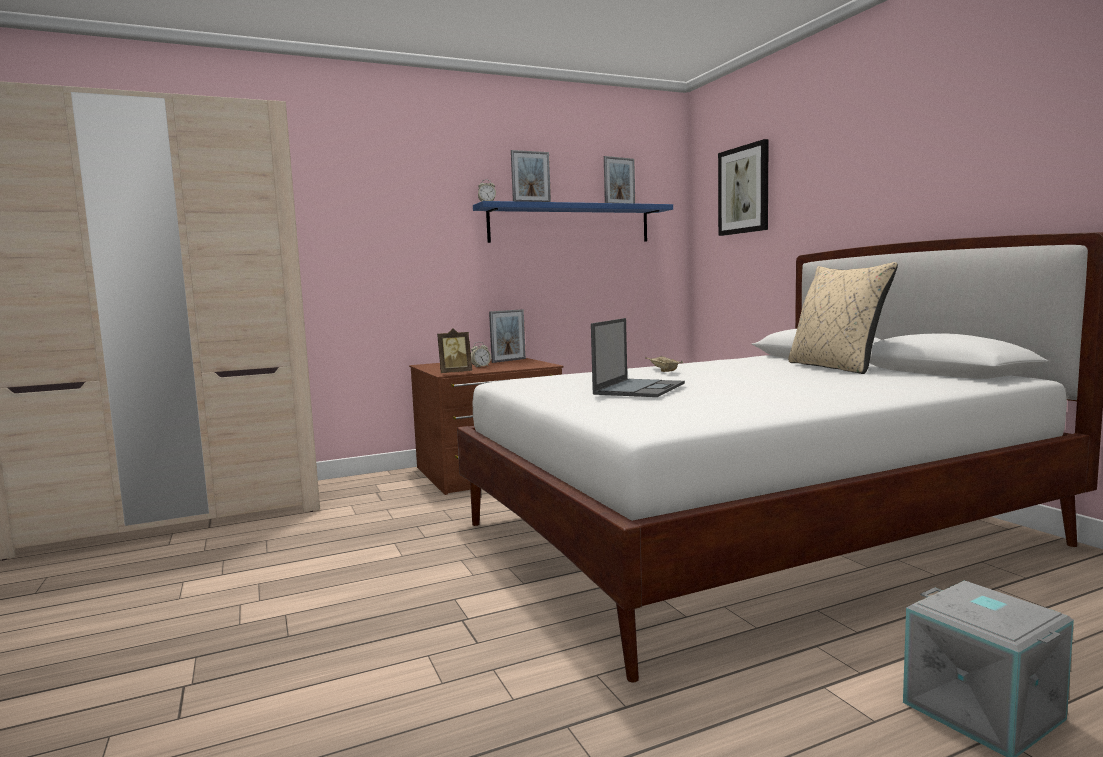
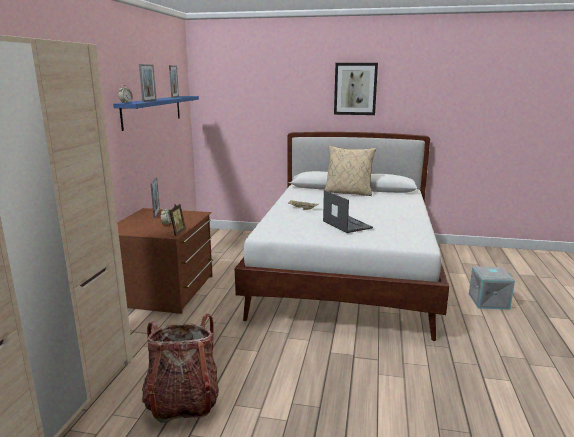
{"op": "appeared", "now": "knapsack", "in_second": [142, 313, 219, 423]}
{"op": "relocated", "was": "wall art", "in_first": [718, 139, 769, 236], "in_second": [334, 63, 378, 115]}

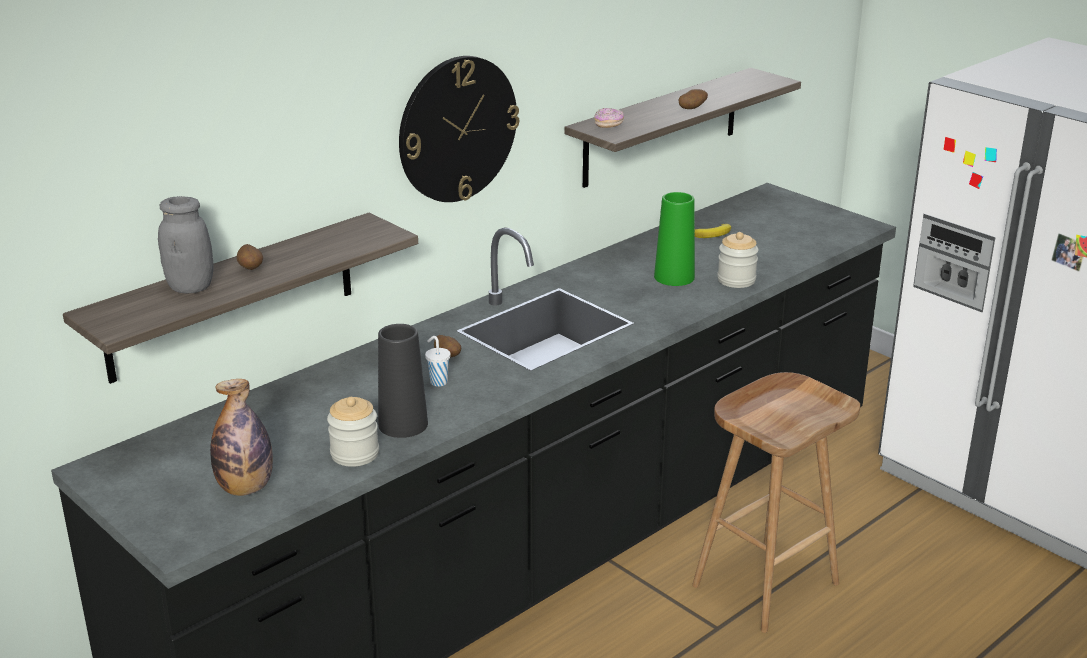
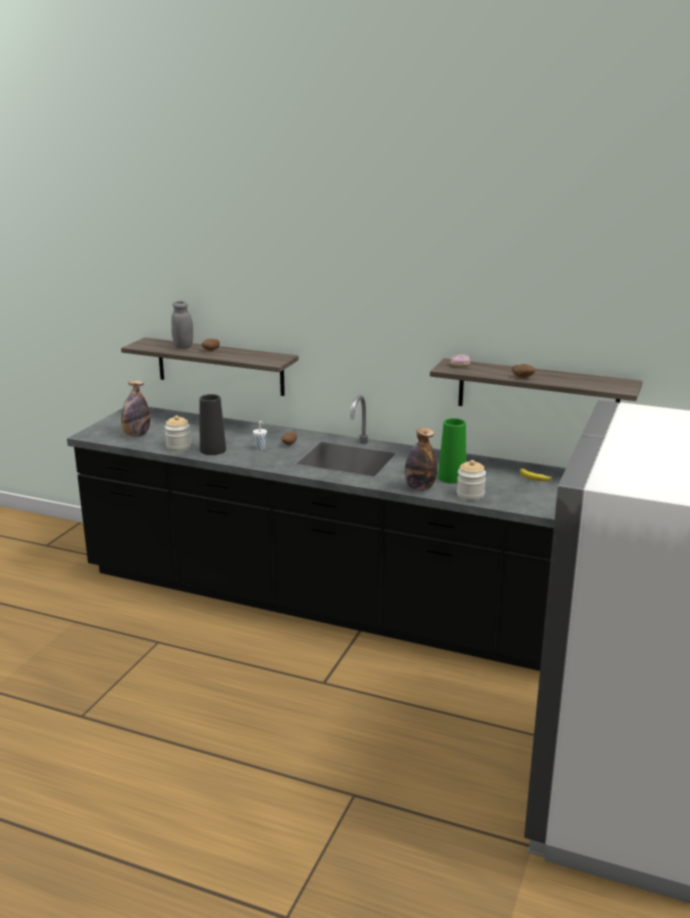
{"op": "missing", "was": "clock on the wall", "in_first": [399, 56, 519, 202]}
{"op": "missing", "was": "brown-coloured sitting stool", "in_first": [692, 372, 860, 633]}
{"op": "appeared", "now": "beverage bottle", "in_second": [405, 428, 437, 491]}

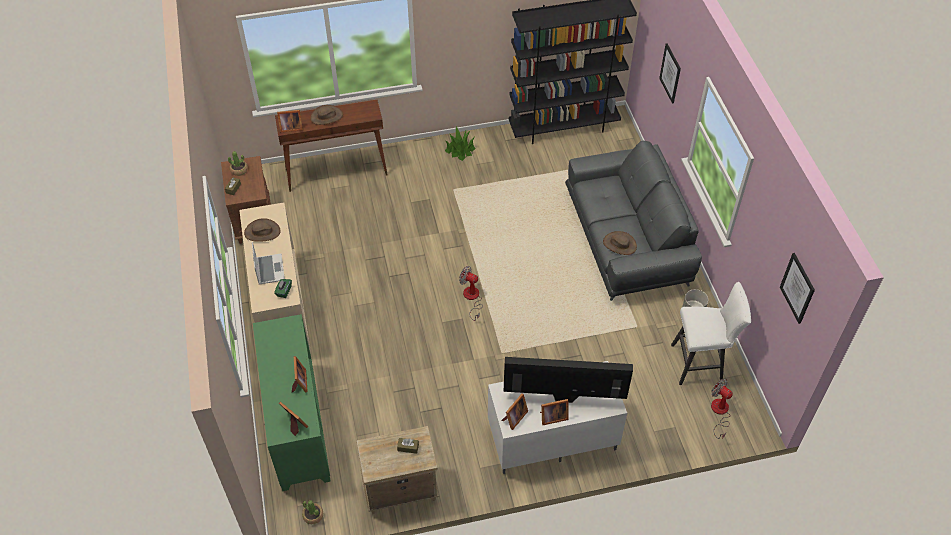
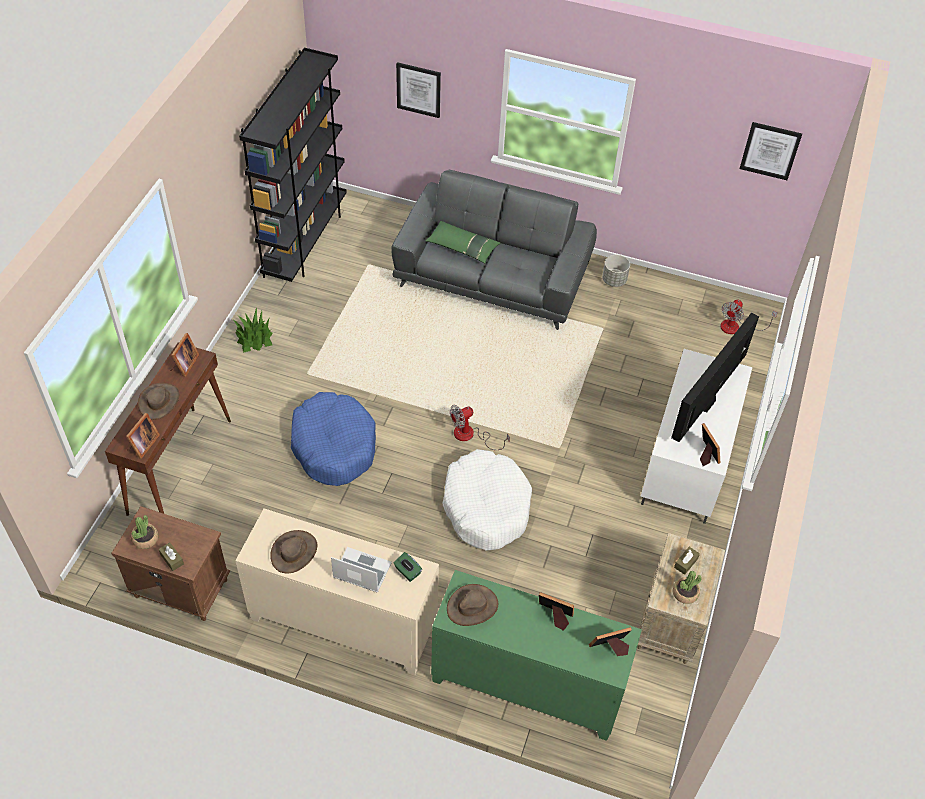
{"op": "missing", "was": "white sitting stool", "in_first": [671, 282, 751, 385]}
{"op": "appeared", "now": "blue pet bed", "in_second": [291, 392, 376, 486]}
{"op": "appeared", "now": "greenish throw pillow", "in_second": [425, 221, 500, 263]}
{"op": "appeared", "now": "white pet bed", "in_second": [442, 449, 532, 550]}
{"op": "relocated", "was": "houseplant", "in_first": [302, 500, 323, 524], "in_second": [673, 571, 702, 604]}
{"op": "relocated", "was": "picture frame", "in_first": [540, 399, 569, 425], "in_second": [171, 333, 199, 377]}
{"op": "relocated", "was": "brown-coloured hat", "in_first": [603, 231, 637, 255], "in_second": [447, 584, 498, 626]}
{"op": "spun", "was": "fan", "in_first": [711, 379, 733, 439], "in_second": [720, 300, 777, 334], "clockwise": -45}

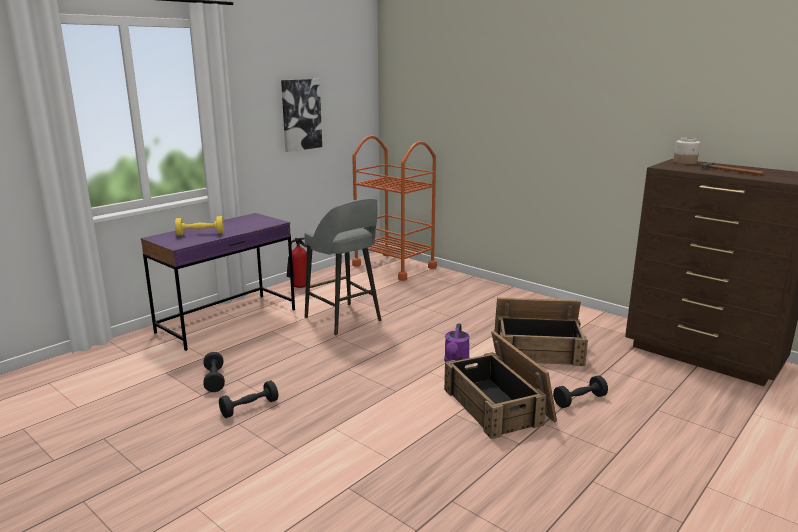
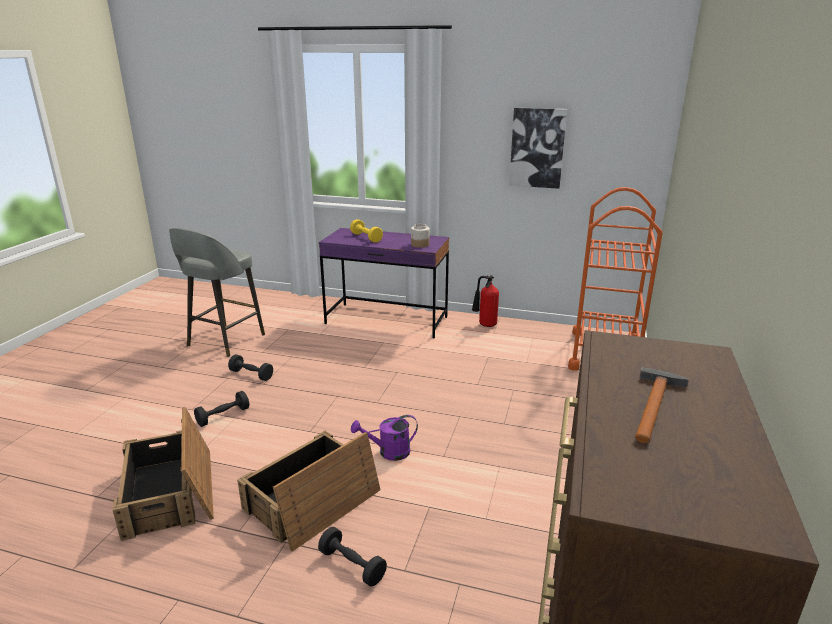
{"op": "relocated", "was": "black-coloured dumbbell", "in_first": [203, 352, 225, 392], "in_second": [194, 391, 249, 427]}
{"op": "relocated", "was": "greyish sitting stool", "in_first": [304, 198, 382, 336], "in_second": [169, 228, 265, 357]}
{"op": "relocated", "was": "packing crate", "in_first": [495, 297, 588, 366], "in_second": [113, 407, 214, 541]}
{"op": "relocated", "was": "preserve jar", "in_first": [673, 137, 700, 164], "in_second": [411, 224, 430, 248]}

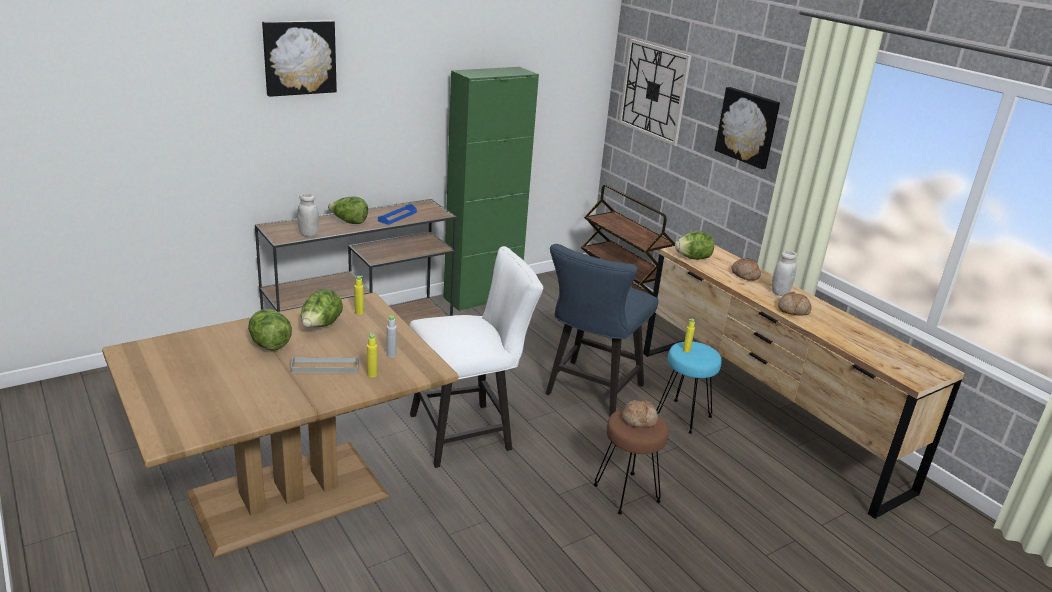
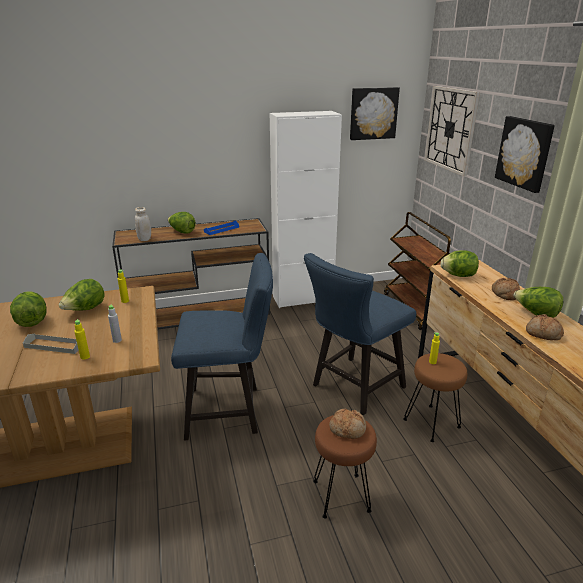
{"op": "relocated", "was": "wall art", "in_first": [262, 20, 337, 97], "in_second": [350, 87, 400, 140]}
{"op": "exchanged", "was": "white preserve jar", "now": "lettuce", "in_first": [772, 251, 797, 296], "in_second": [514, 287, 563, 318]}
{"op": "colour", "was": "white plain chair", "now": "blue plain chair", "in_first": [409, 246, 543, 468], "in_second": [171, 253, 273, 441]}
{"op": "colour", "was": "greenish cabinet", "now": "white cabinet", "in_first": [443, 67, 539, 311], "in_second": [270, 111, 342, 308]}
{"op": "colour", "was": "turquoise sitting stool", "now": "brown-coloured sitting stool", "in_first": [656, 342, 722, 434], "in_second": [403, 353, 467, 442]}

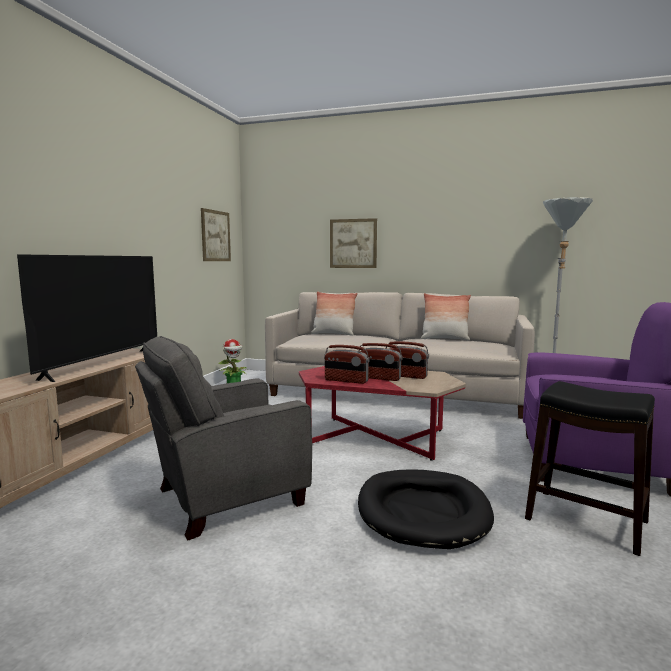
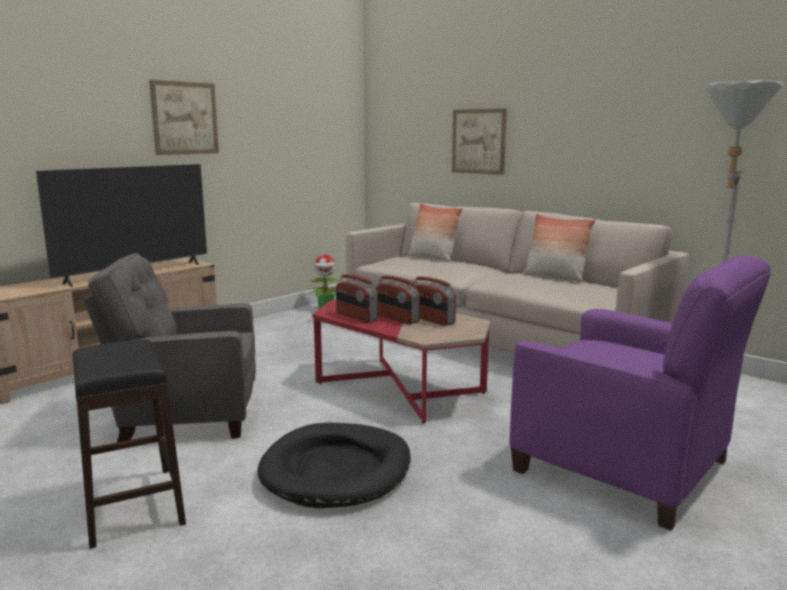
{"op": "relocated", "was": "wall art", "in_first": [201, 208, 231, 261], "in_second": [149, 80, 219, 155]}
{"op": "relocated", "was": "black-coloured sitting stool", "in_first": [525, 381, 655, 556], "in_second": [73, 340, 186, 549]}

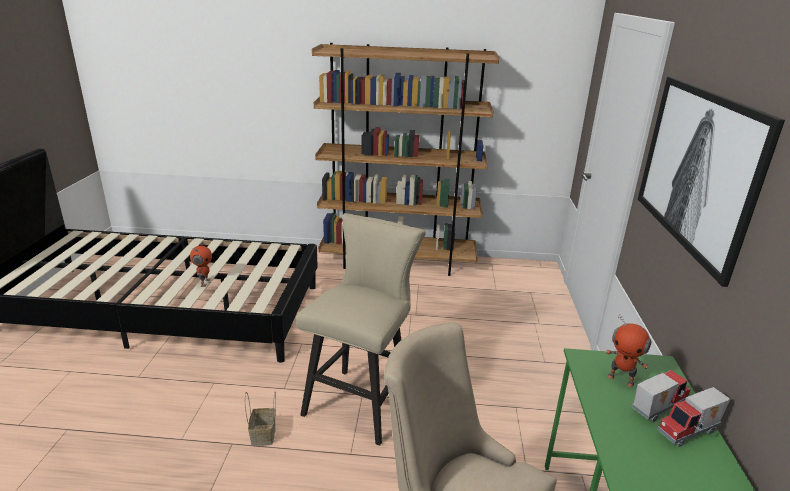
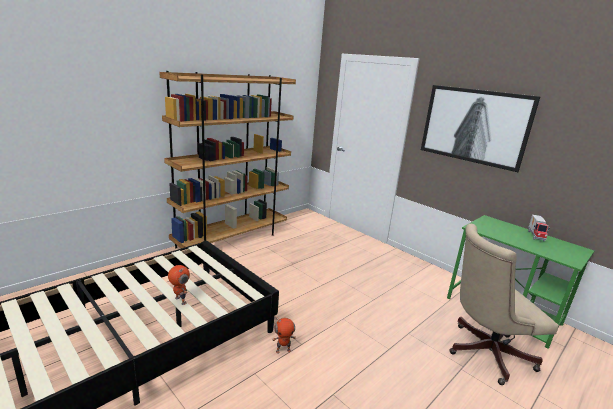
{"op": "missing", "was": "household basket", "in_first": [245, 392, 276, 446]}
{"op": "missing", "was": "beige sitting stool", "in_first": [296, 213, 426, 446]}
{"op": "missing", "was": "toy lorry", "in_first": [632, 370, 691, 422]}
{"op": "relocated", "was": "toy robot", "in_first": [606, 314, 652, 387], "in_second": [272, 318, 296, 354]}

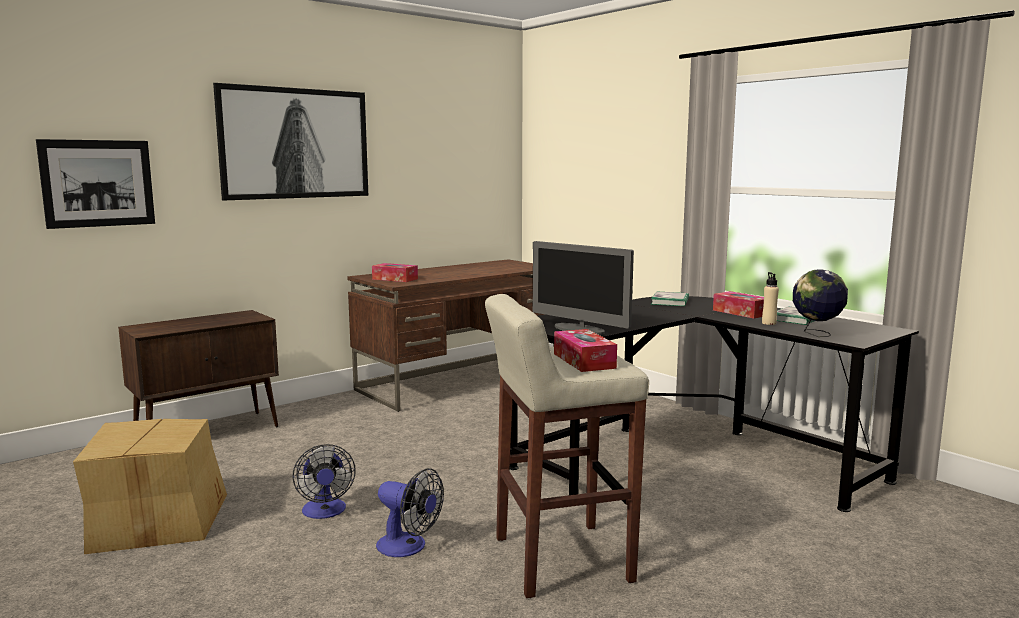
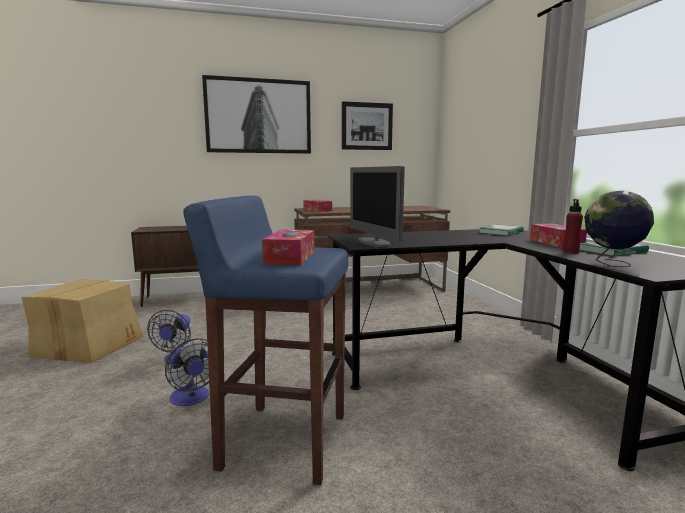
{"op": "relocated", "was": "wall art", "in_first": [36, 139, 155, 229], "in_second": [342, 101, 393, 150]}
{"op": "colour", "was": "beige sitting stool", "now": "blue sitting stool", "in_first": [485, 294, 649, 598], "in_second": [183, 195, 348, 485]}
{"op": "colour", "was": "beige beverage bottle", "now": "red beverage bottle", "in_first": [762, 272, 779, 325], "in_second": [563, 199, 583, 253]}

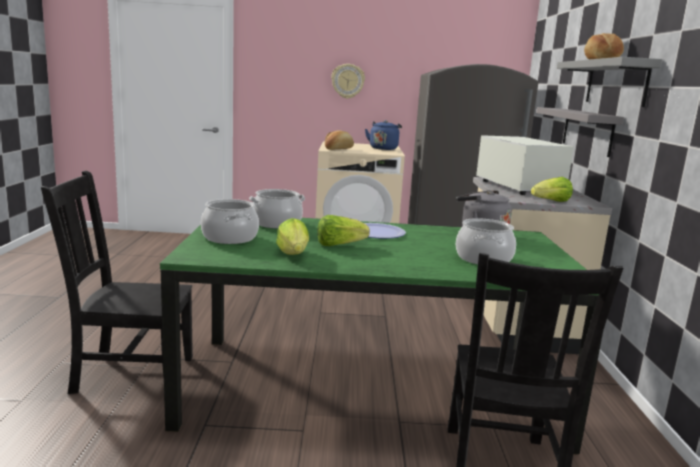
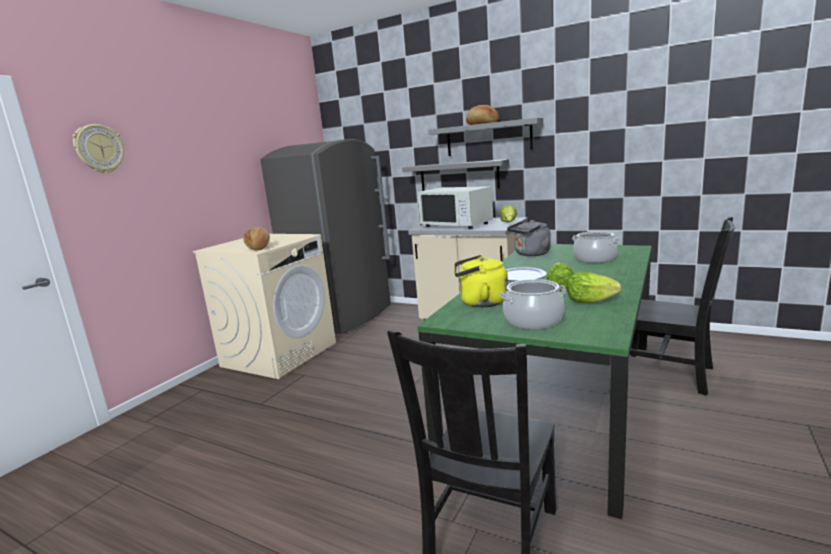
{"op": "missing", "was": "blue tea kettle", "in_first": [365, 120, 402, 150]}
{"op": "relocated", "was": "clock on the wall", "in_first": [331, 64, 365, 99], "in_second": [73, 124, 124, 173]}
{"op": "exchanged", "was": "saucepot", "now": "yellowish tea kettle", "in_first": [249, 189, 305, 229], "in_second": [454, 255, 508, 307]}
{"op": "spun", "was": "white kitchen microwave", "in_first": [476, 135, 574, 195], "in_second": [418, 186, 493, 229], "clockwise": -150}

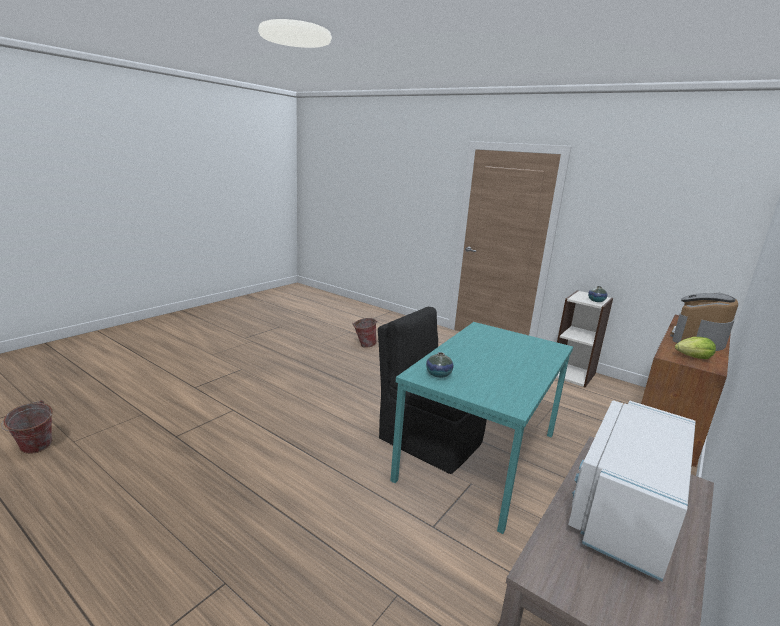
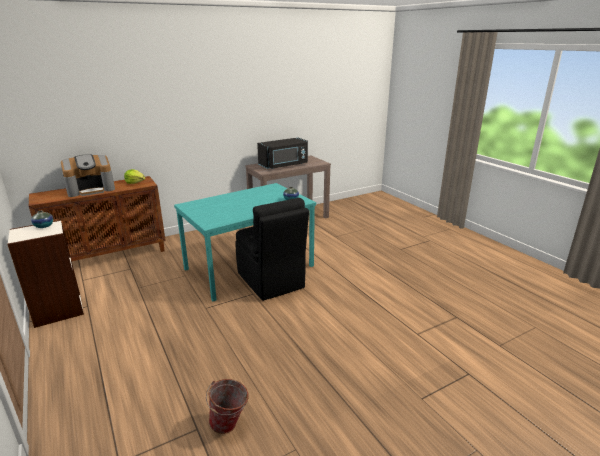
{"op": "missing", "was": "bucket", "in_first": [1, 400, 53, 454]}
{"op": "colour", "was": "white kitchen microwave", "now": "black-coloured kitchen microwave", "in_first": [568, 401, 696, 582], "in_second": [257, 137, 308, 169]}

